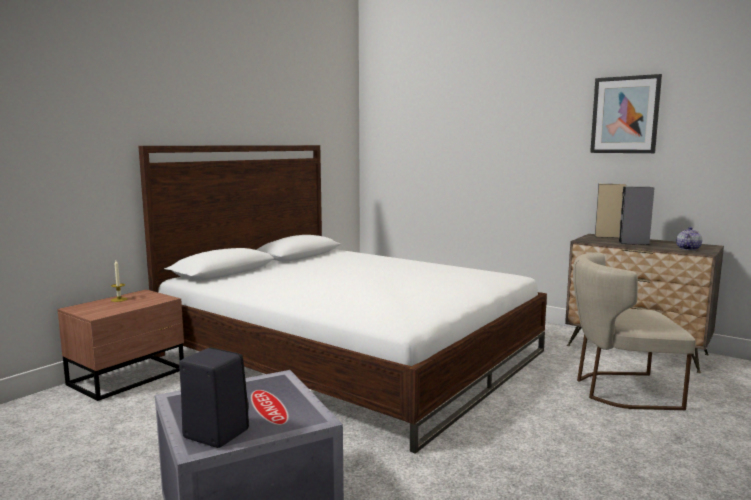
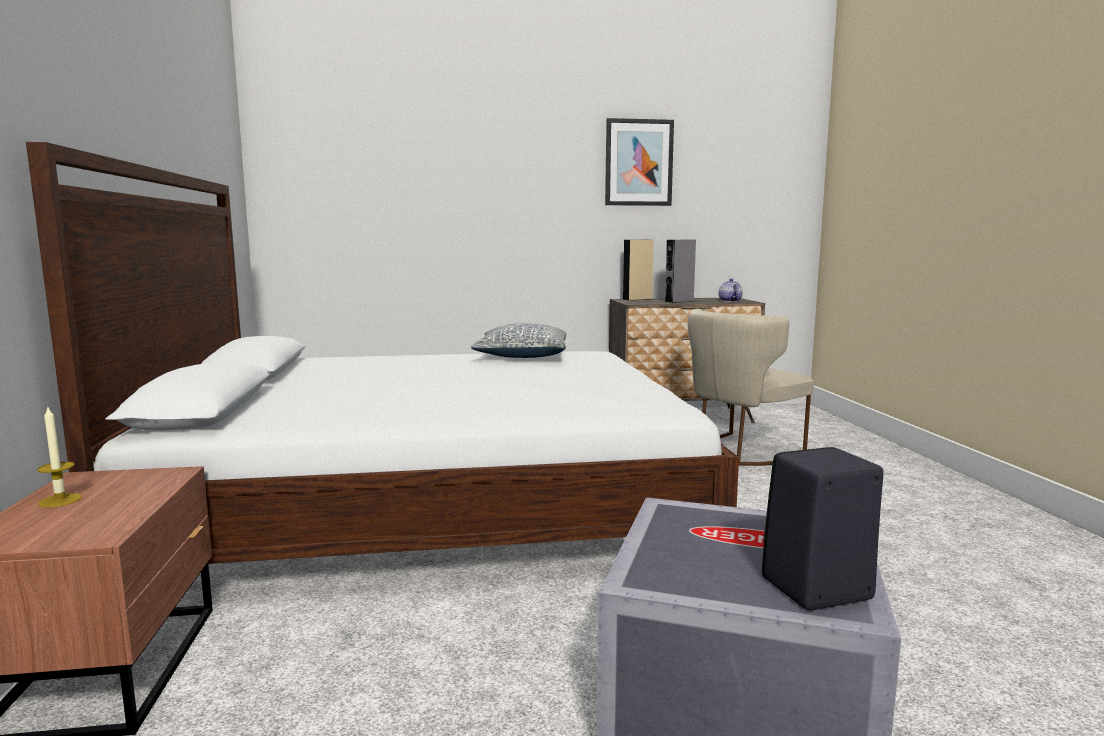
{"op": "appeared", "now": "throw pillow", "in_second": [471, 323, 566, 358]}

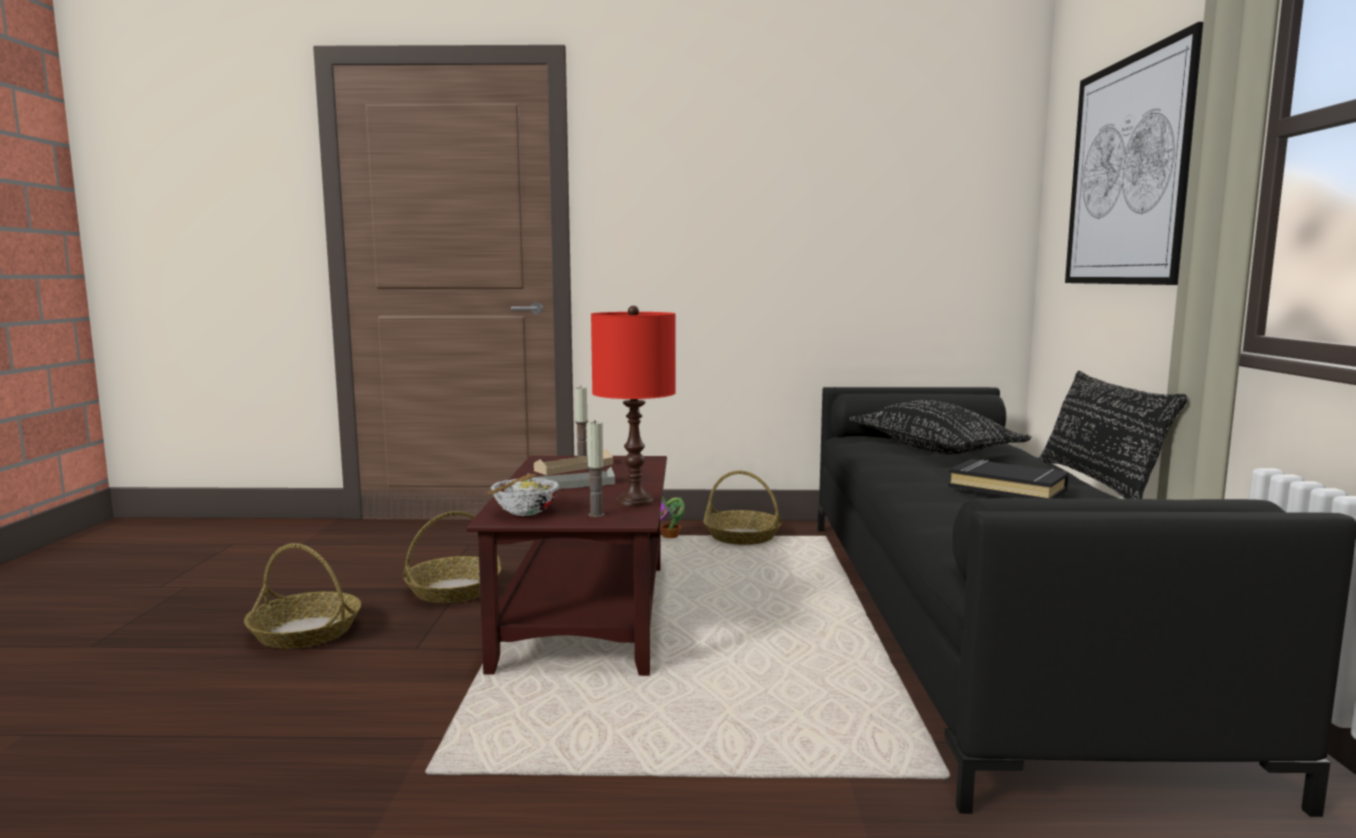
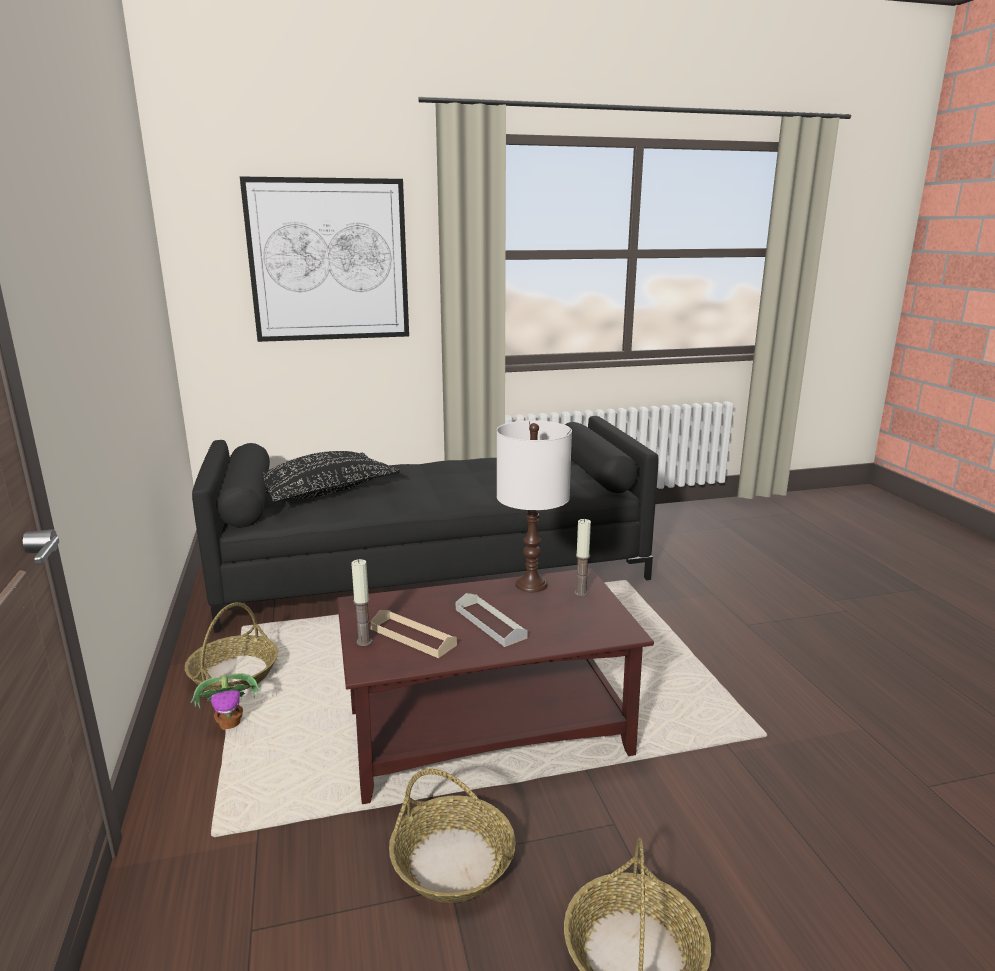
{"op": "missing", "was": "serving bowl", "in_first": [488, 474, 559, 516]}
{"op": "missing", "was": "black-coloured volume", "in_first": [948, 459, 1069, 499]}
{"op": "missing", "was": "black-coloured throw pillow", "in_first": [1039, 371, 1188, 499]}
{"op": "colour", "was": "red table lamp", "now": "white table lamp", "in_first": [591, 306, 676, 507], "in_second": [497, 420, 572, 592]}

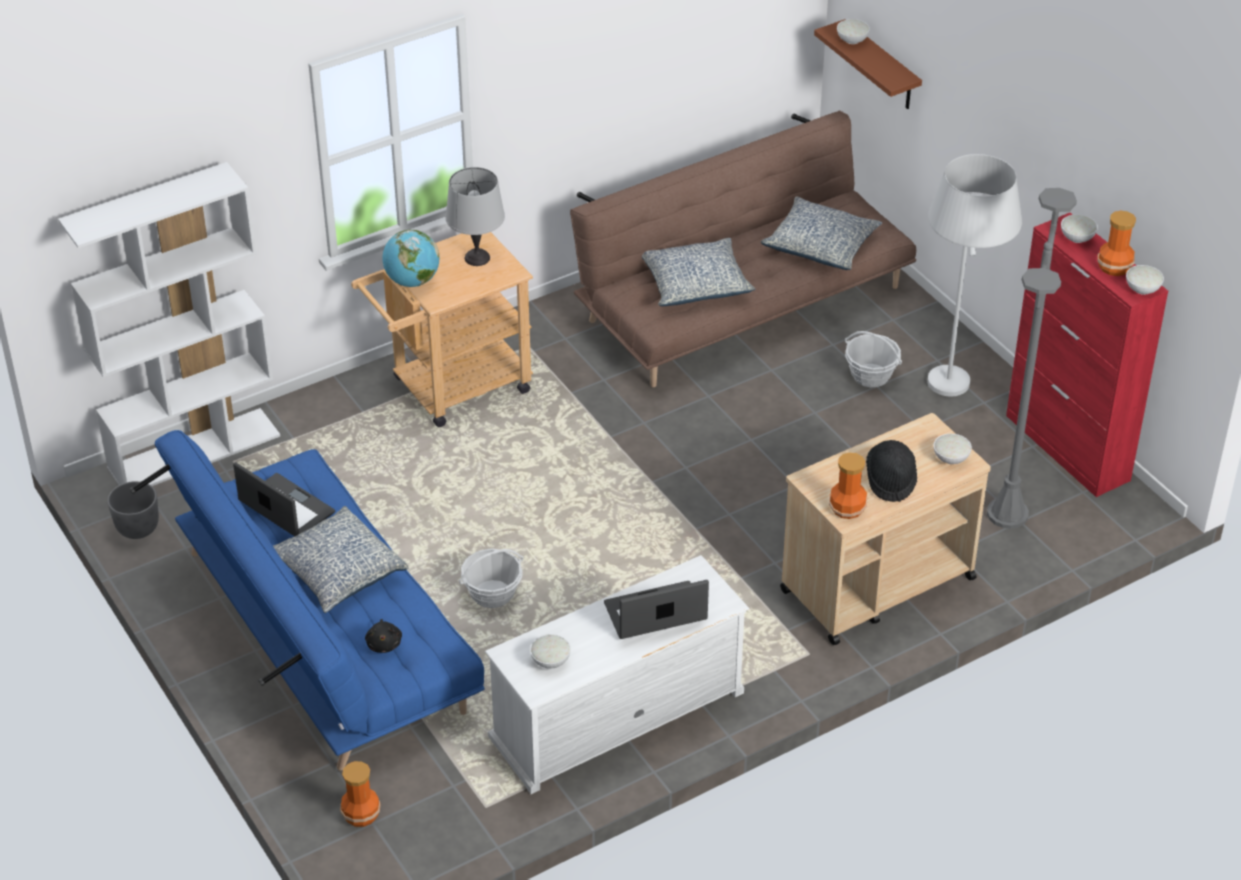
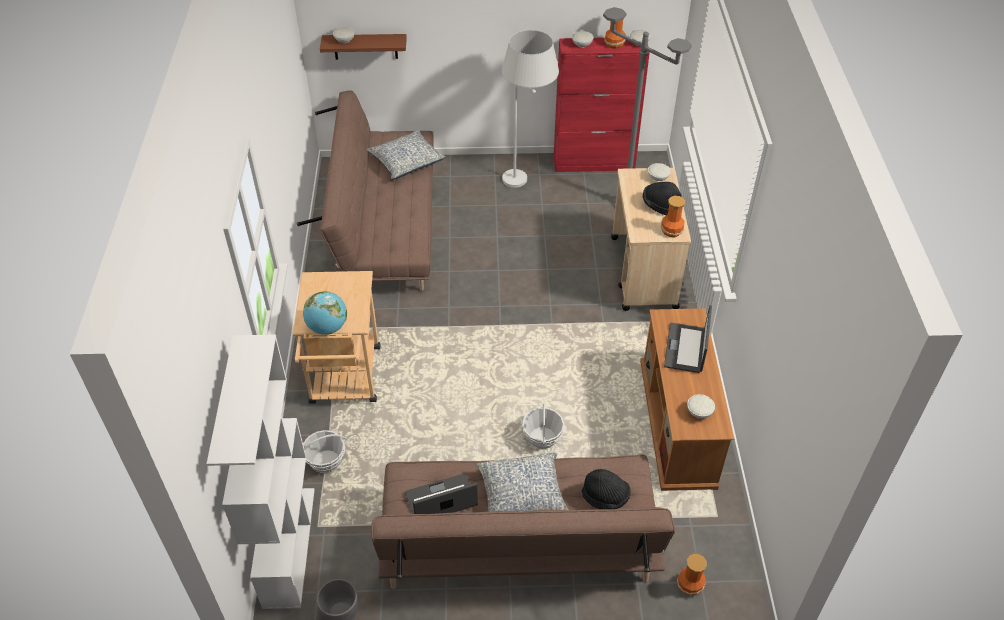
{"op": "missing", "was": "greyish table lamp", "in_first": [446, 167, 505, 266]}
{"op": "missing", "was": "throw pillow", "in_first": [642, 238, 755, 306]}
{"op": "relocated", "was": "household basket", "in_first": [845, 331, 902, 387], "in_second": [303, 430, 347, 473]}
{"op": "exchanged", "was": "black-coloured cuddly toy", "now": "black-coloured hat", "in_first": [365, 619, 402, 653], "in_second": [582, 469, 631, 509]}
{"op": "colour", "was": "blue couch", "now": "brown-coloured couch", "in_first": [130, 430, 485, 771], "in_second": [371, 455, 675, 589]}
{"op": "colour", "was": "white tv unit", "now": "brown-coloured tv unit", "in_first": [485, 555, 750, 794], "in_second": [640, 308, 735, 491]}

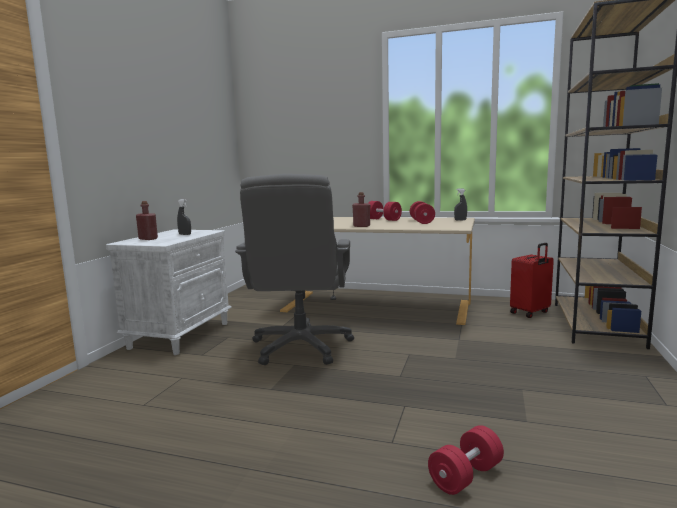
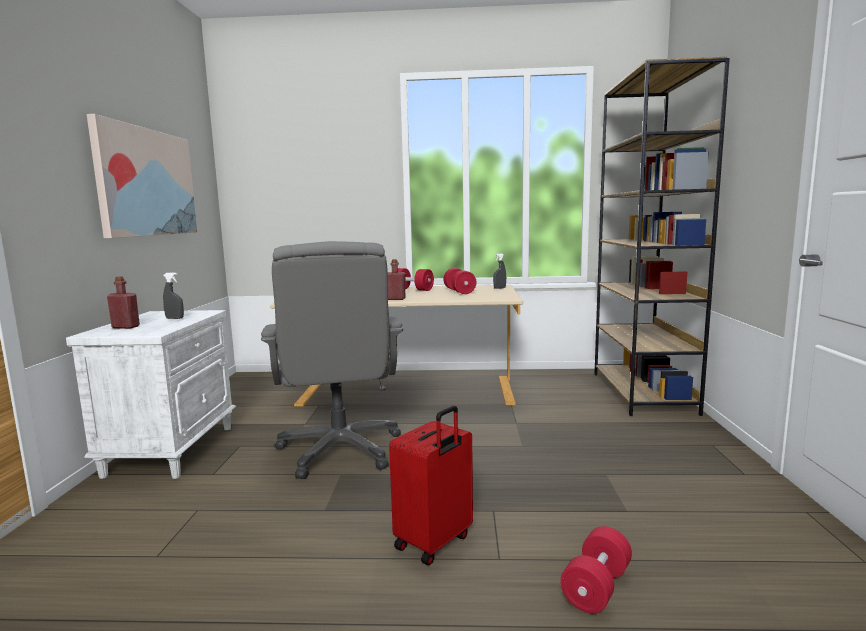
{"op": "appeared", "now": "wall art", "in_second": [87, 114, 198, 238]}
{"op": "relocated", "was": "red suitcase", "in_first": [510, 243, 554, 318], "in_second": [389, 406, 473, 566]}

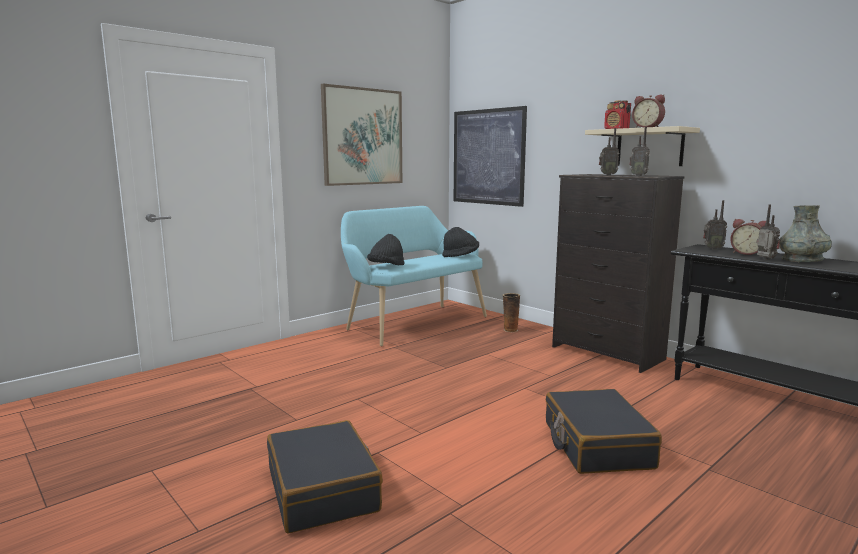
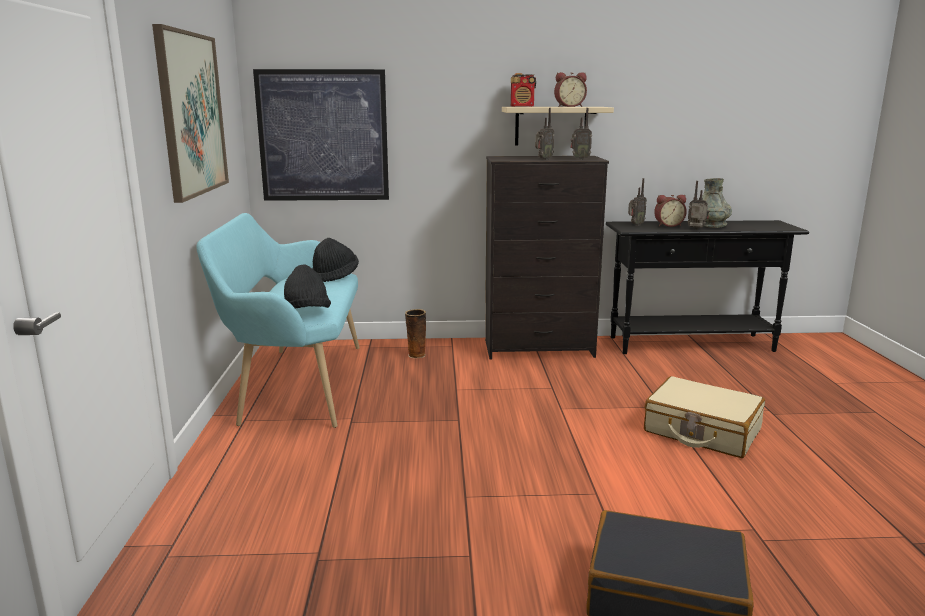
{"op": "colour", "was": "black-coloured suitcase", "now": "beige suitcase", "in_first": [546, 389, 662, 474], "in_second": [644, 376, 765, 458]}

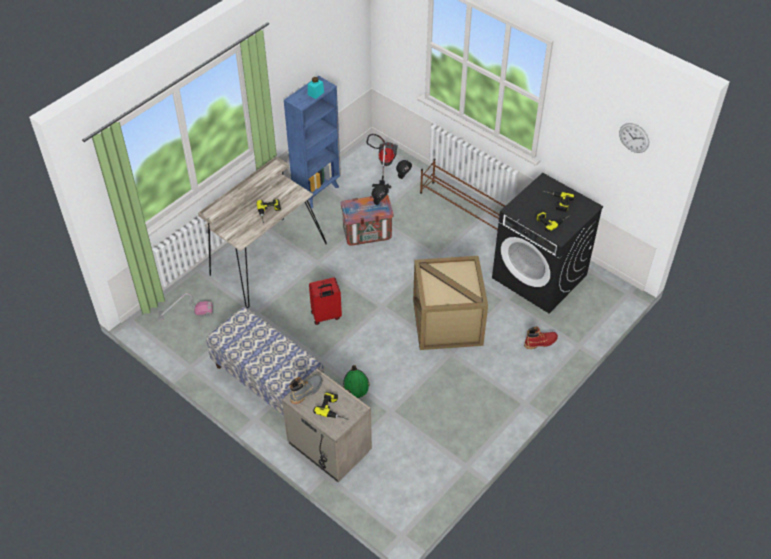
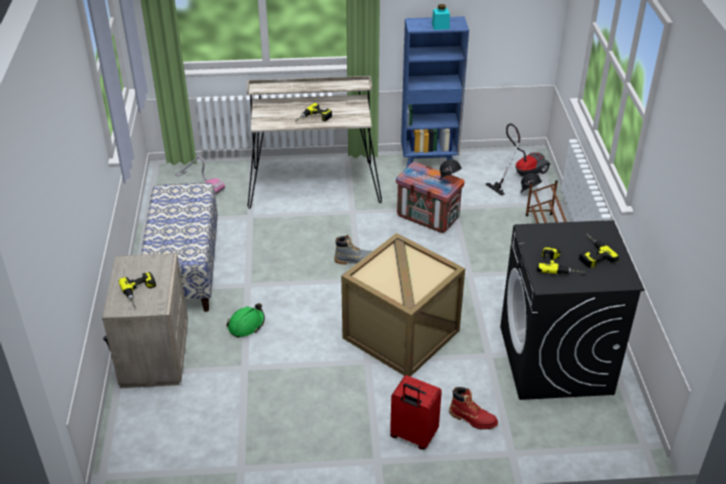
{"op": "missing", "was": "clock on the wall", "in_first": [619, 123, 649, 153]}
{"op": "relocated", "was": "greyish high-top boot", "in_first": [289, 375, 323, 404], "in_second": [334, 235, 372, 265]}
{"op": "relocated", "was": "red suitcase", "in_first": [309, 277, 342, 325], "in_second": [390, 375, 442, 450]}

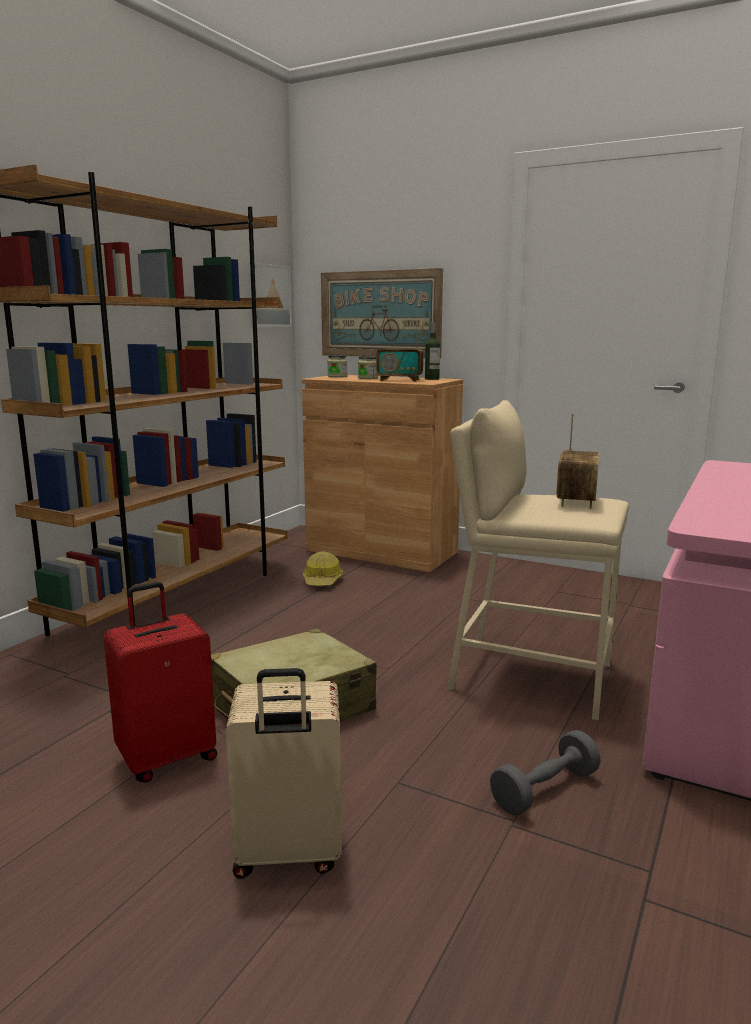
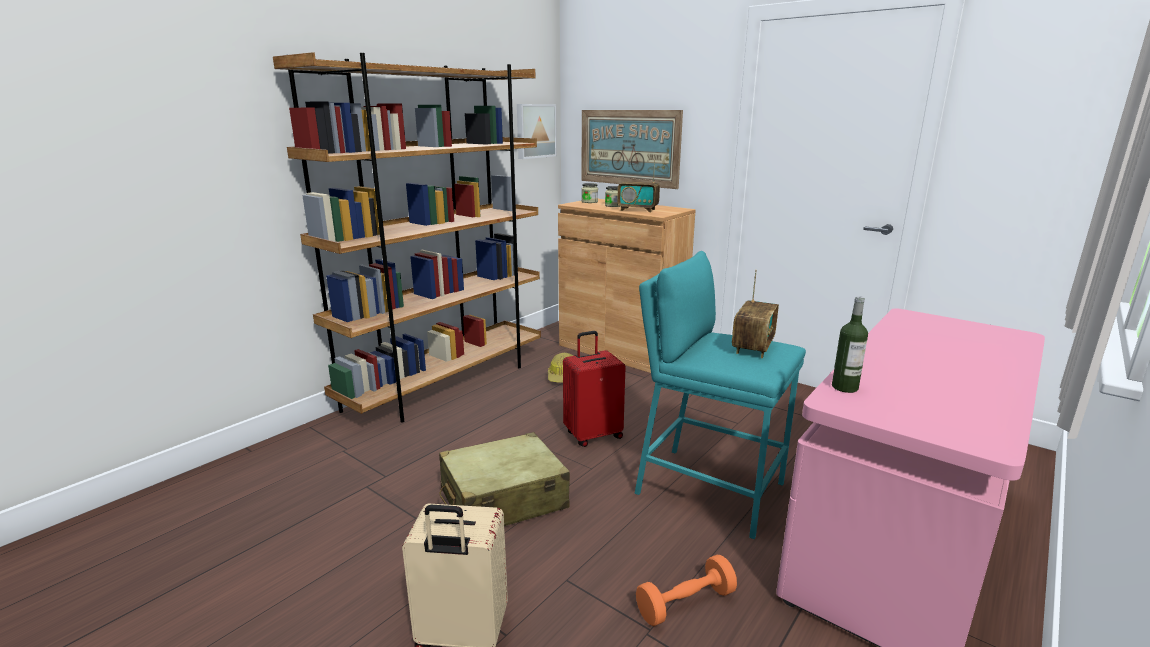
{"op": "relocated", "was": "red suitcase", "in_first": [103, 582, 217, 783], "in_second": [563, 331, 626, 447]}
{"op": "relocated", "was": "beverage bottle", "in_first": [425, 323, 440, 380], "in_second": [832, 296, 868, 393]}
{"op": "colour", "was": "beige sitting stool", "now": "turquoise sitting stool", "in_first": [447, 400, 629, 720], "in_second": [634, 251, 806, 539]}
{"op": "colour", "was": "greyish dumbbell", "now": "orange-coloured dumbbell", "in_first": [490, 730, 601, 815], "in_second": [636, 555, 737, 626]}

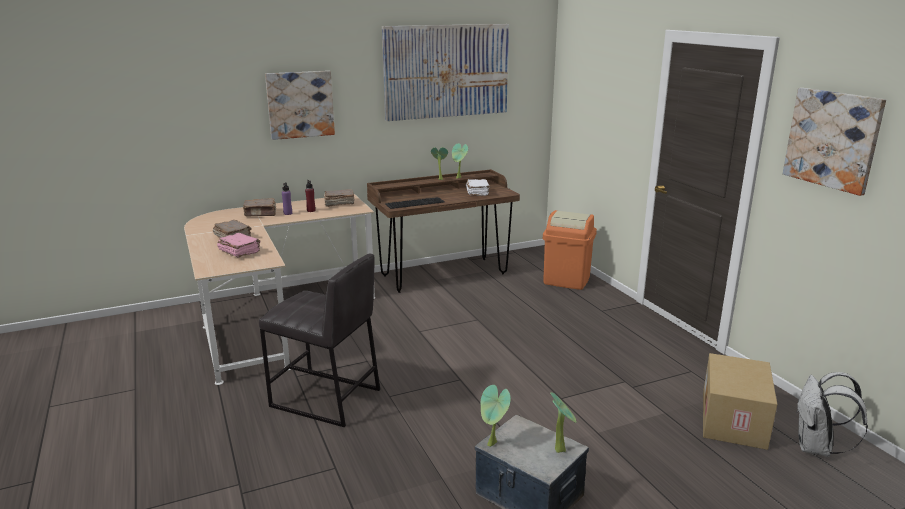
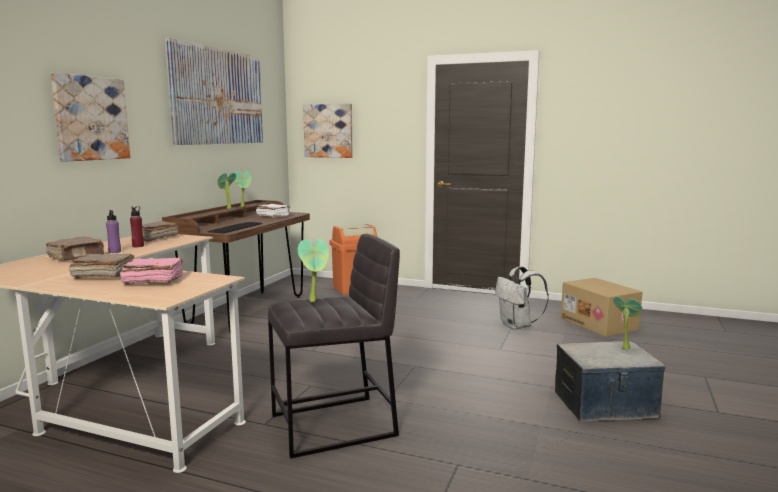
{"op": "relocated", "was": "houseplant", "in_first": [481, 385, 511, 447], "in_second": [298, 239, 329, 302]}
{"op": "relocated", "was": "wall art", "in_first": [783, 88, 886, 196], "in_second": [303, 104, 353, 158]}
{"op": "relocated", "was": "white knapsack", "in_first": [796, 372, 868, 457], "in_second": [496, 266, 549, 330]}

